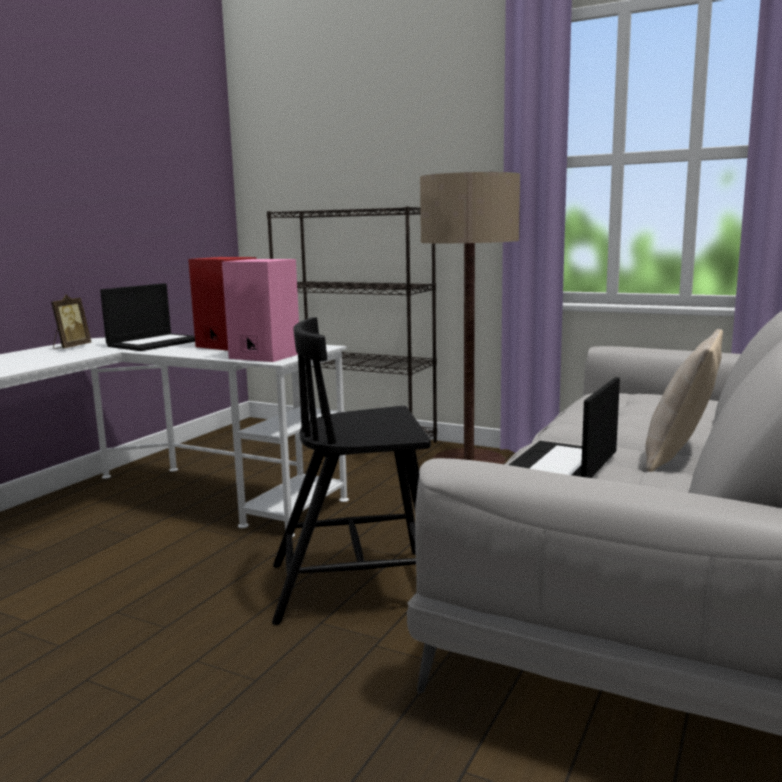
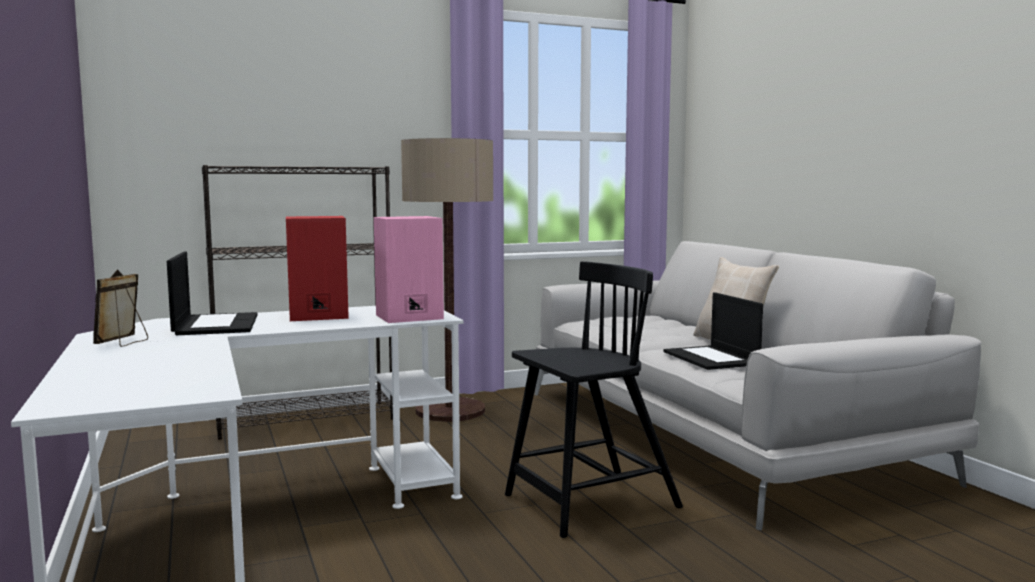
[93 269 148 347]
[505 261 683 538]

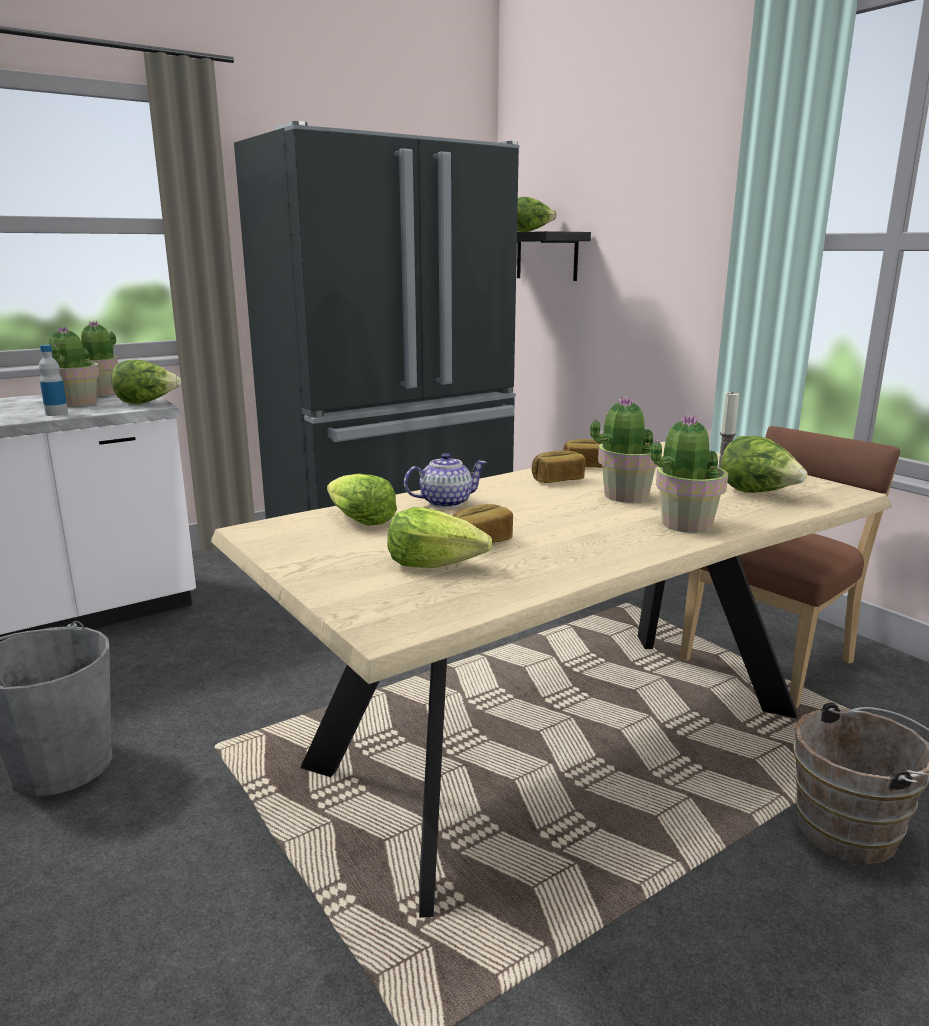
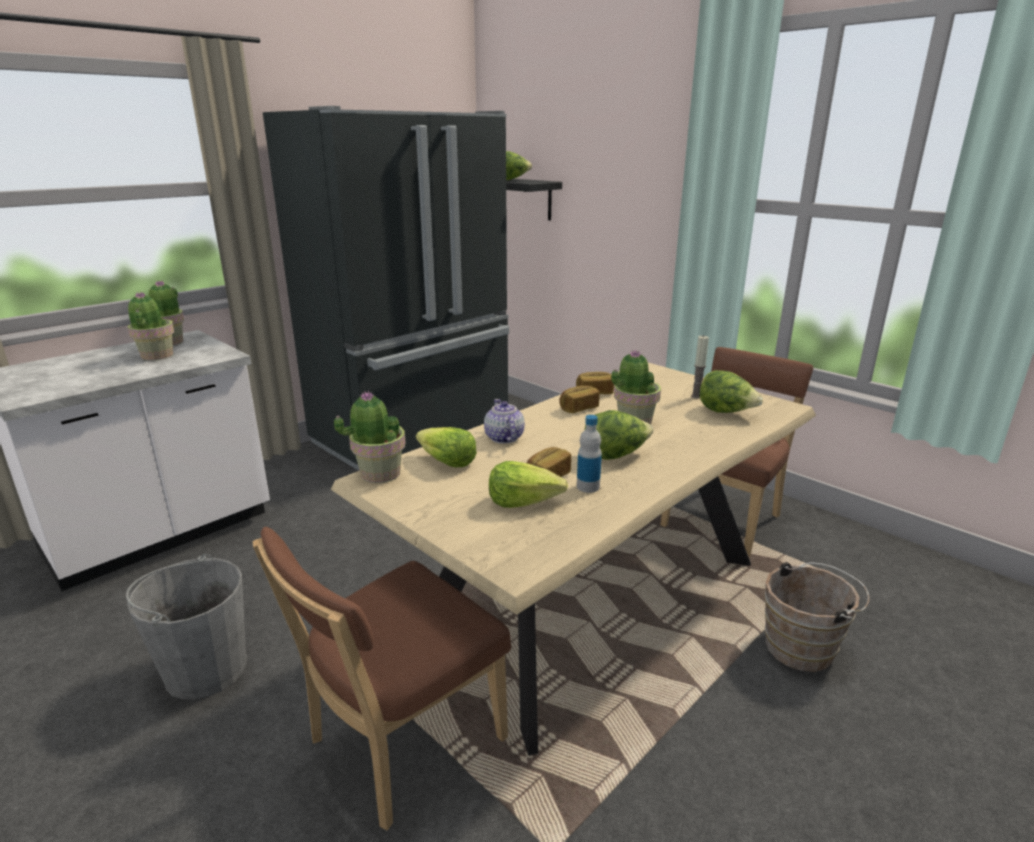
[253 527 511 830]
[334 391 405 483]
[484 399 525 444]
[577 415 602 493]
[585 410 654 460]

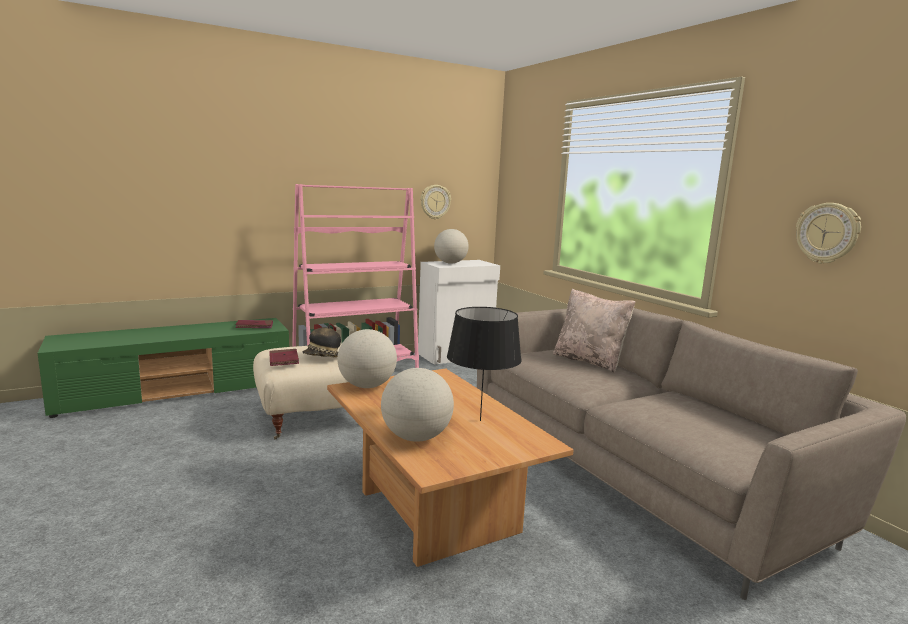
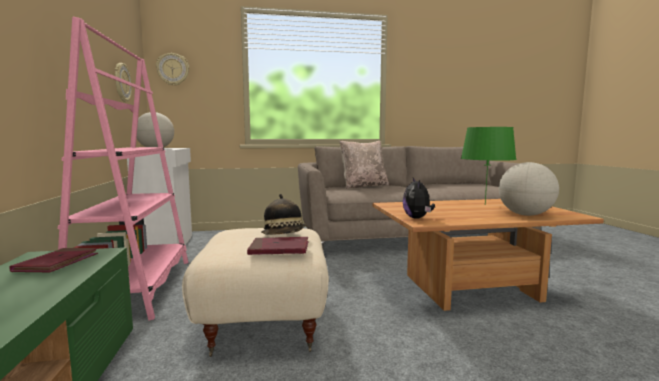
[156 53 189 86]
[403 178 435 218]
[461 127 517 205]

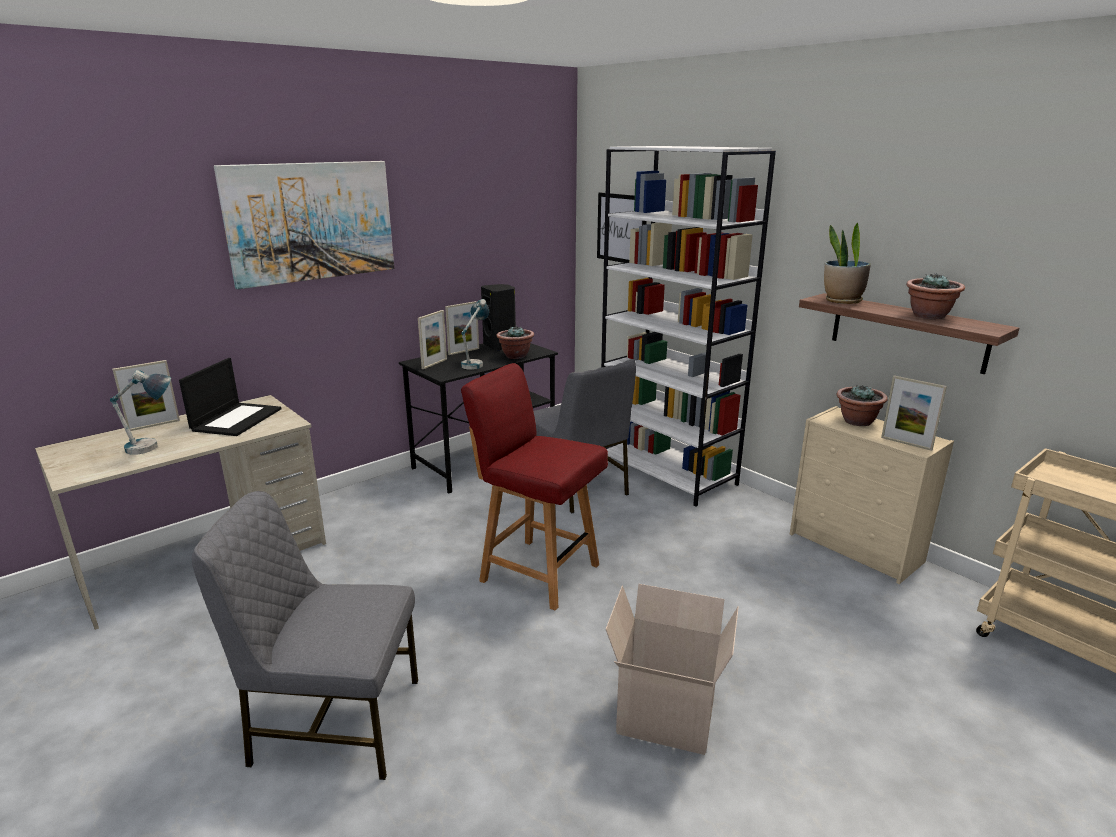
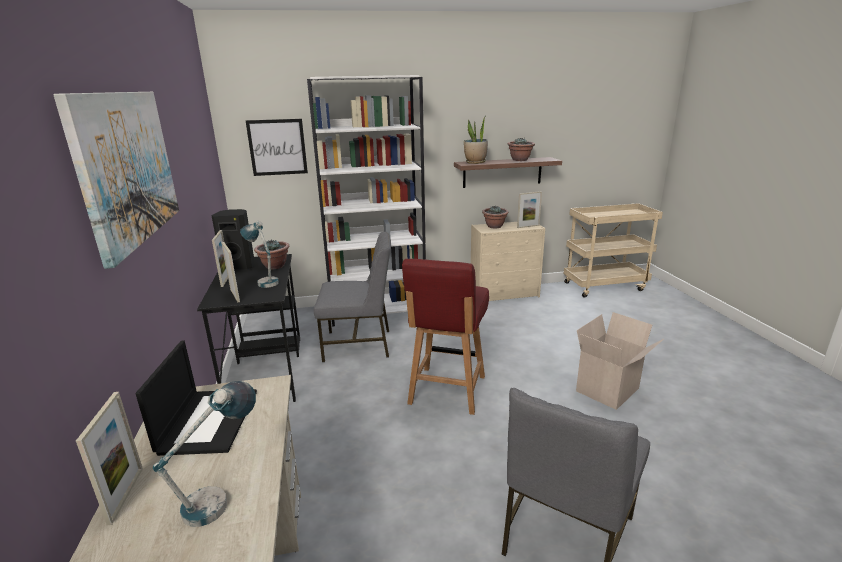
[136 340 257 456]
[402 259 489 415]

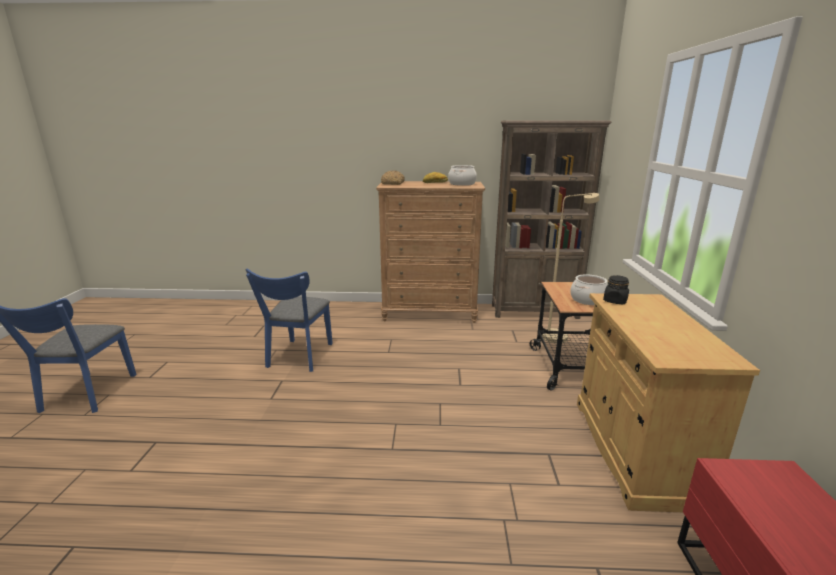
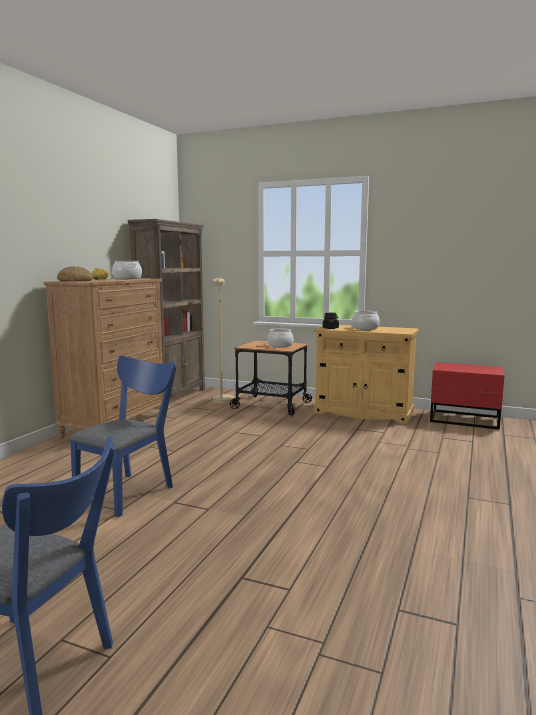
[69 356 176 517]
[352 311 380 330]

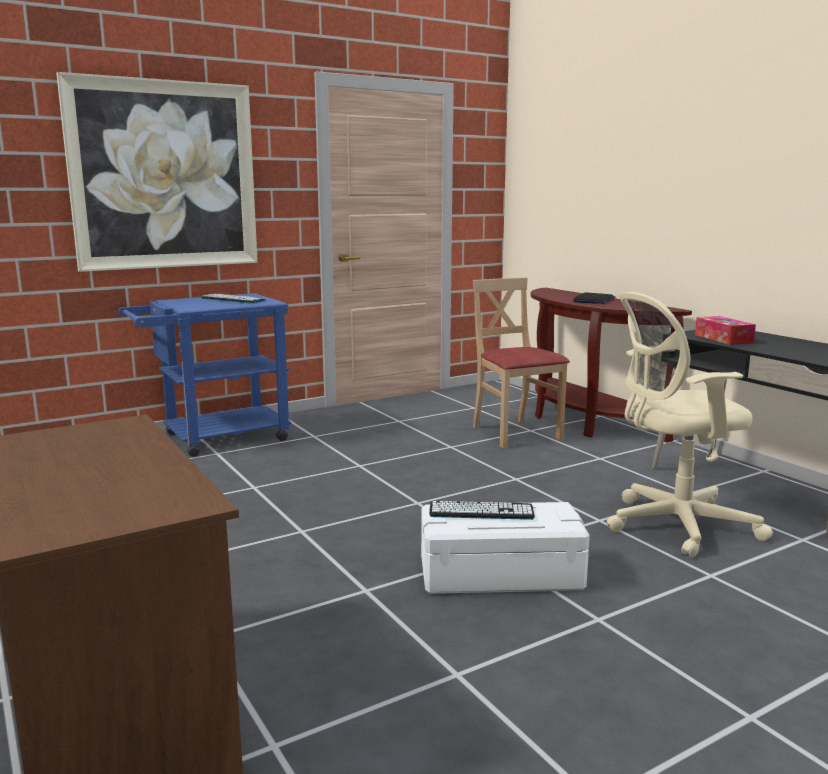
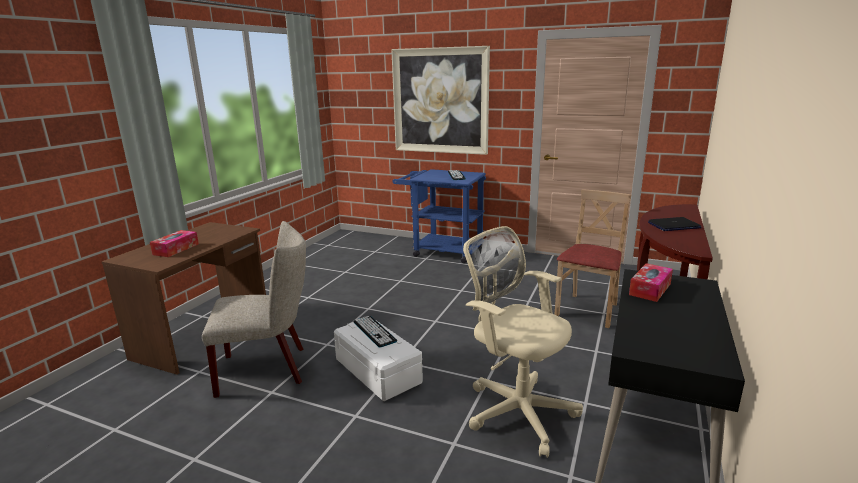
[150 230 199 257]
[202 221 306 398]

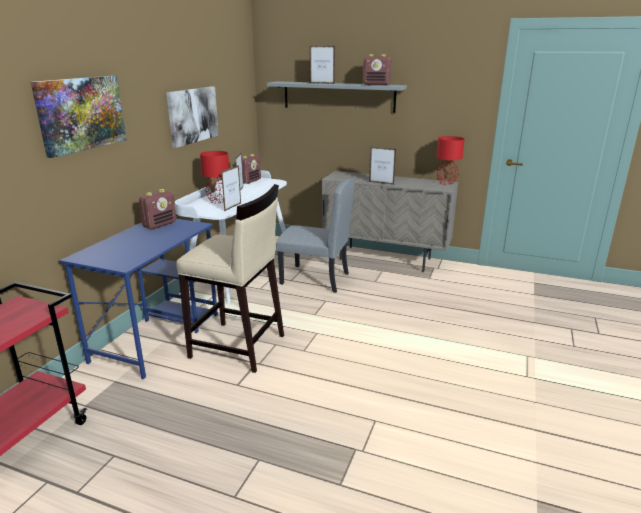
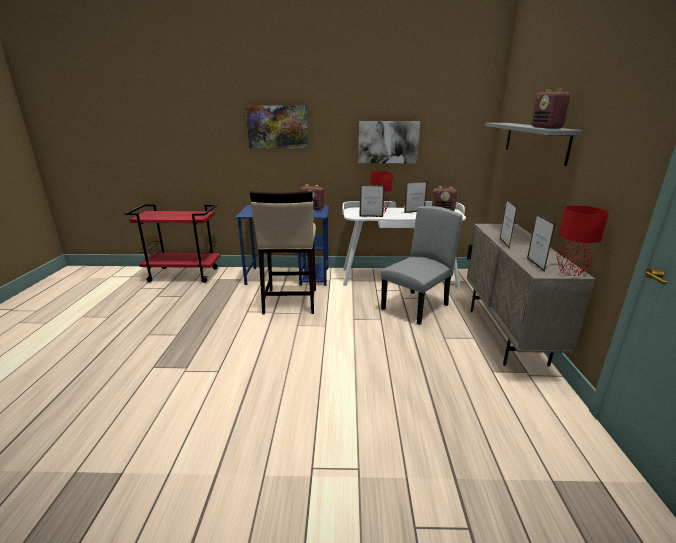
[381 206 463 325]
[527 213 555 272]

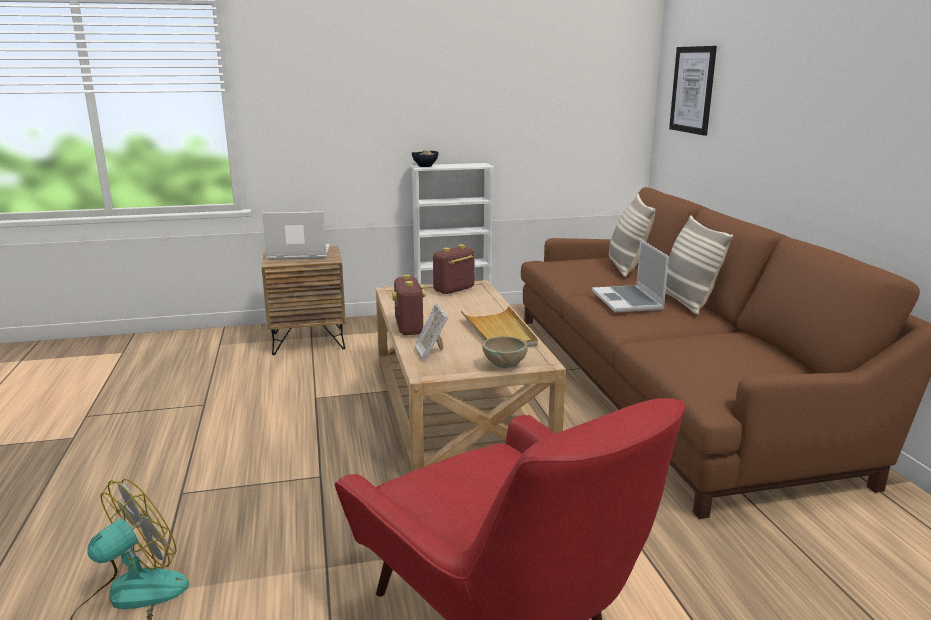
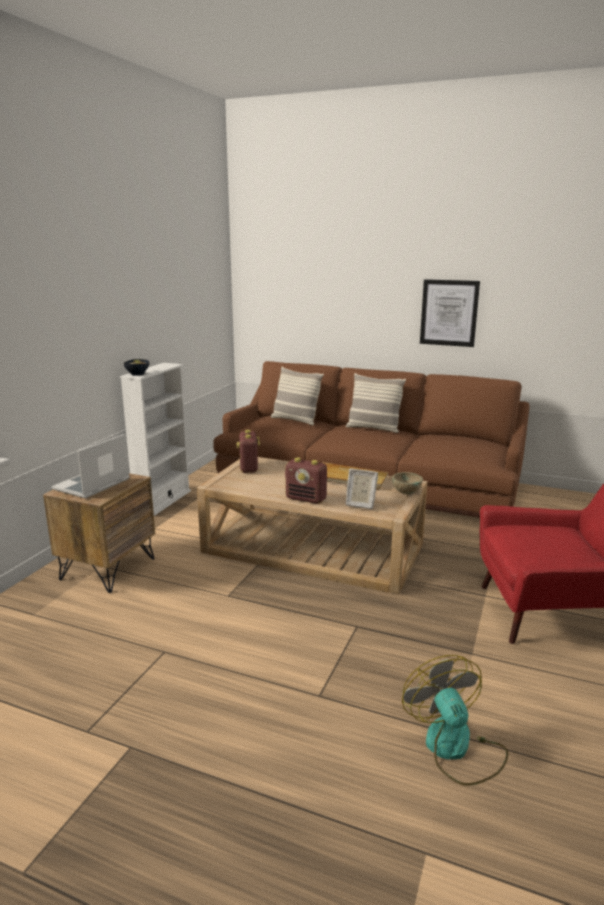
[420 279 480 347]
[592 239 669 312] (first image)

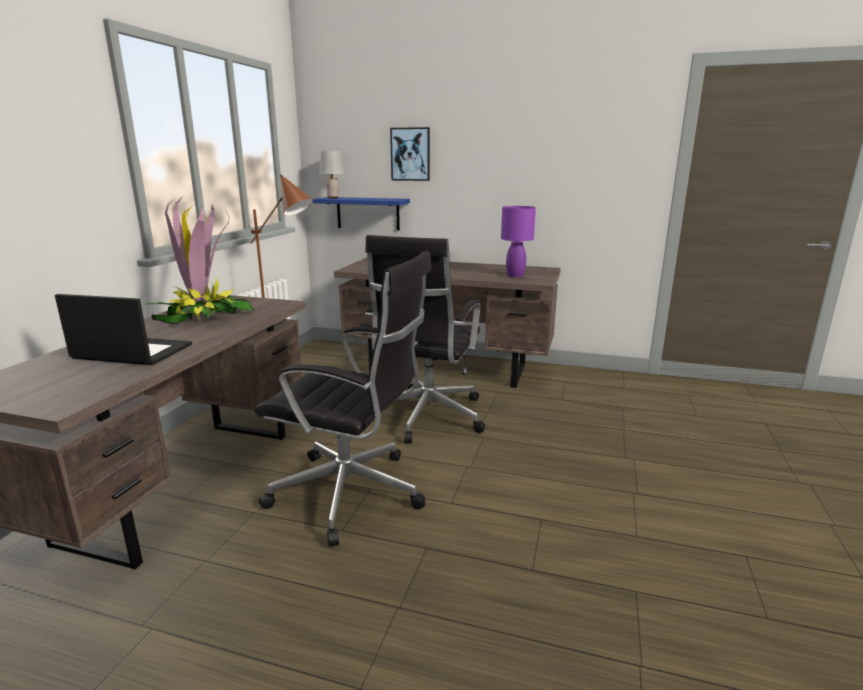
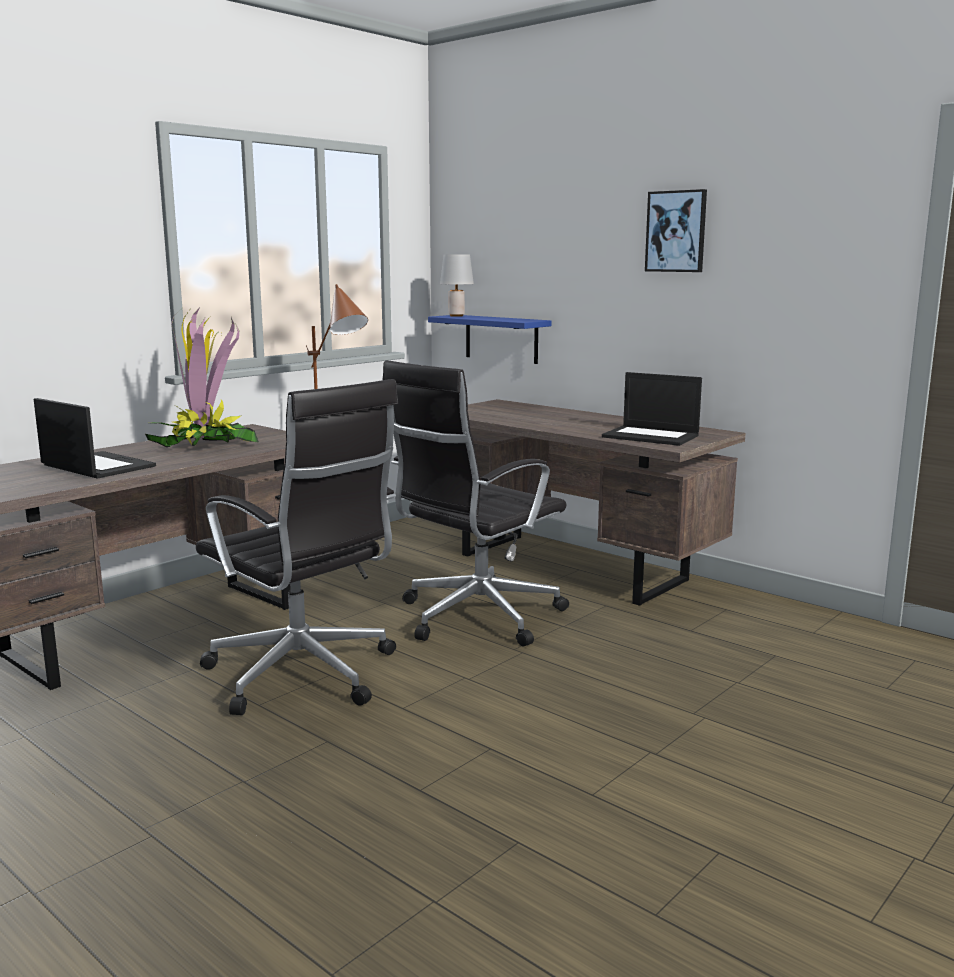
[602 372 702 446]
[645 189 707 272]

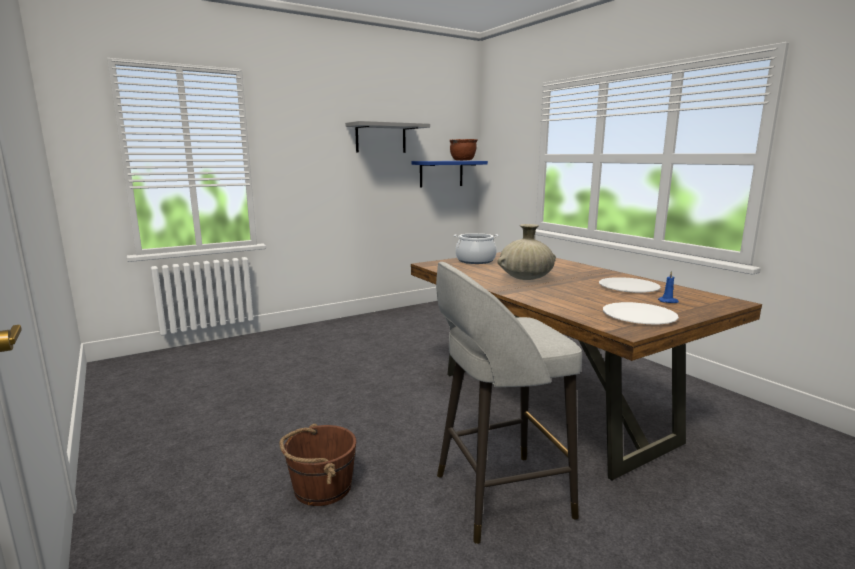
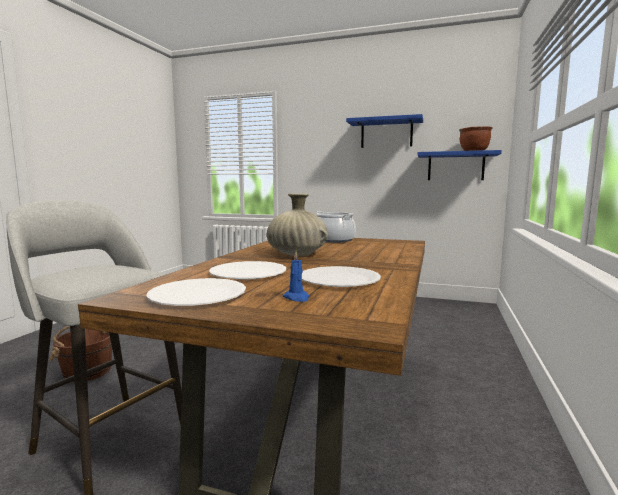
[209 261 286 280]
[346 114 423 148]

